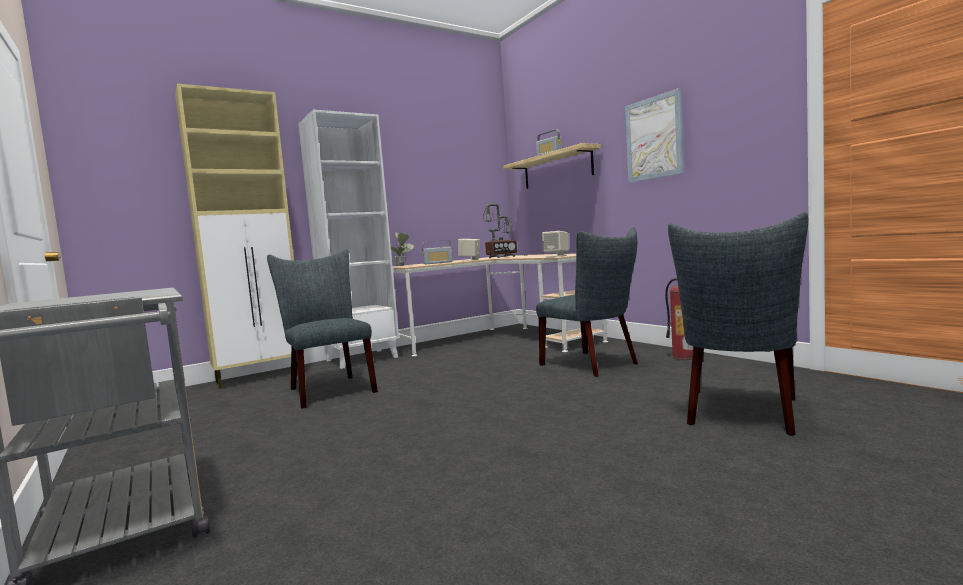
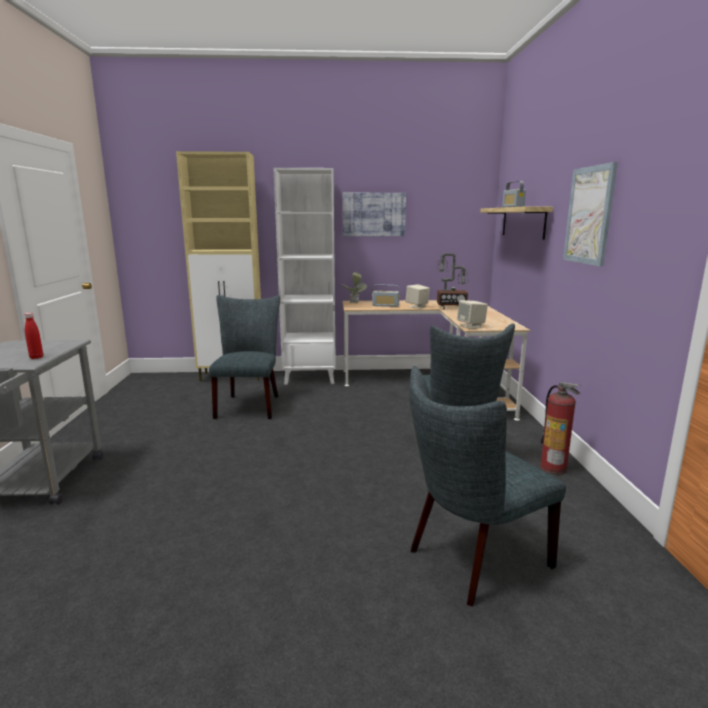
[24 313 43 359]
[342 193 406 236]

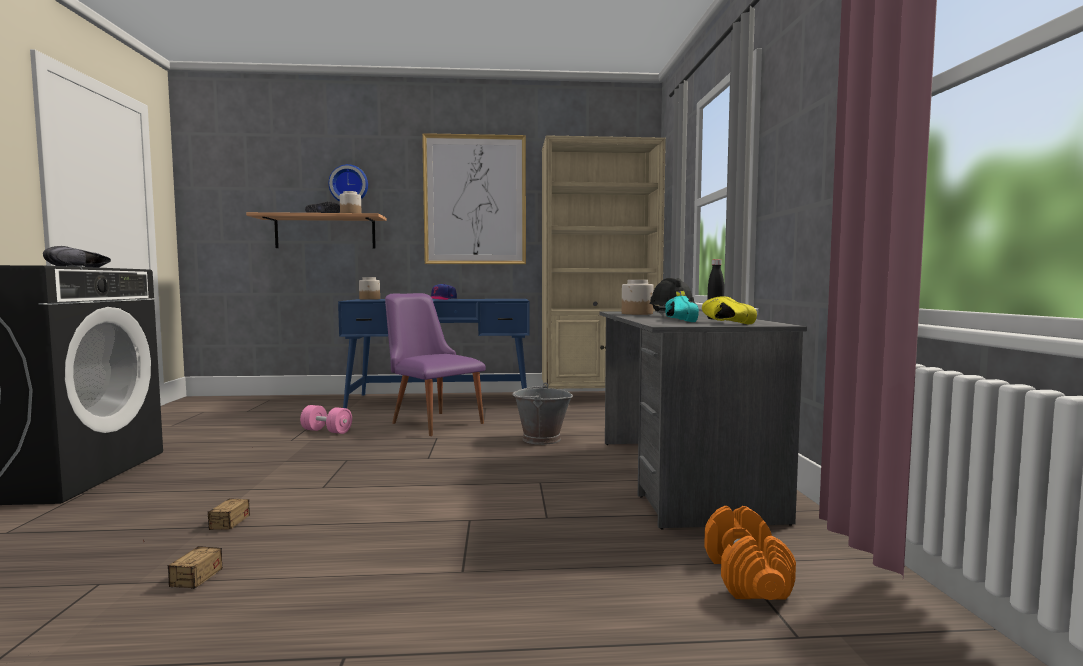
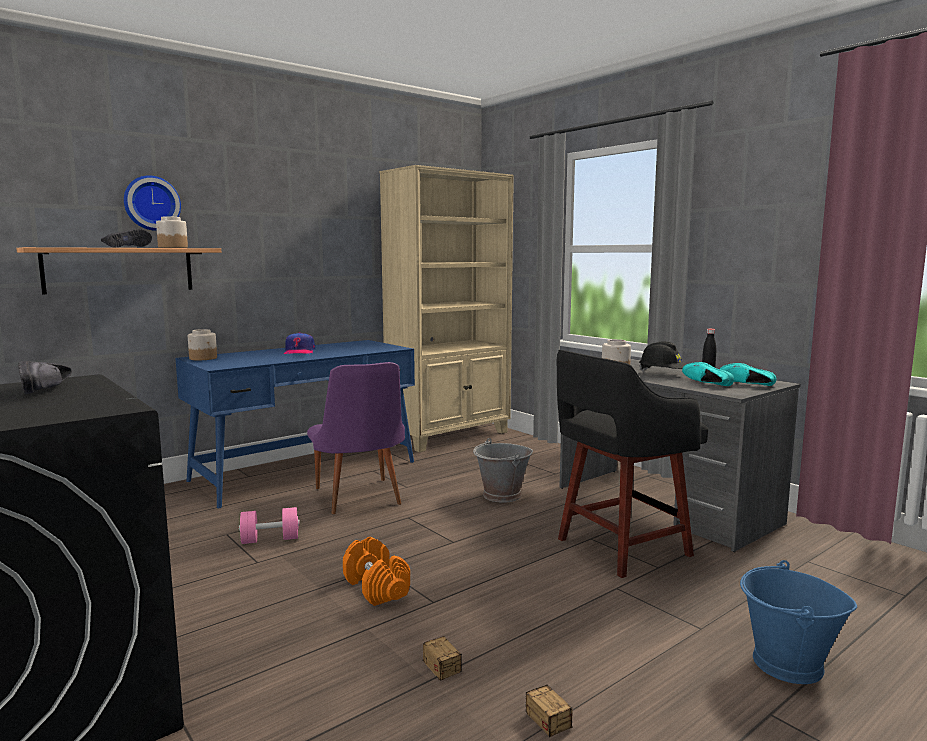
[307 362 405 514]
[343 537 410 606]
[557 350 708 578]
[720 363 777 386]
[740 560 857 684]
[422 133 526 264] (first image)

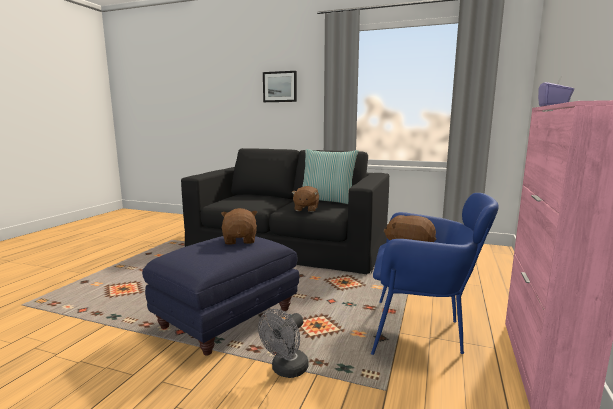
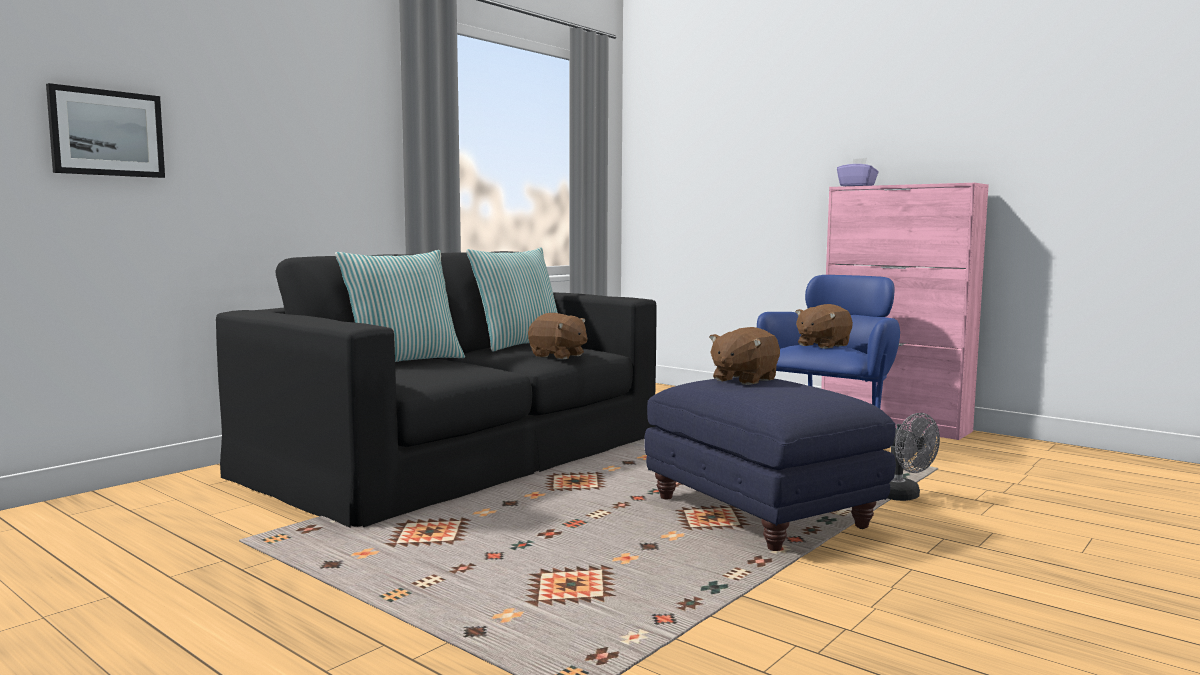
[46 83 165 178]
[335 250 465 362]
[709 327 780 385]

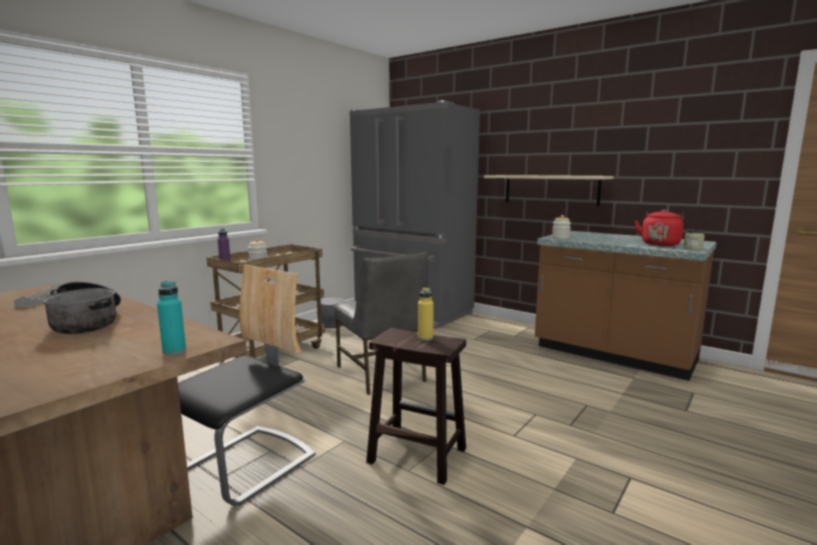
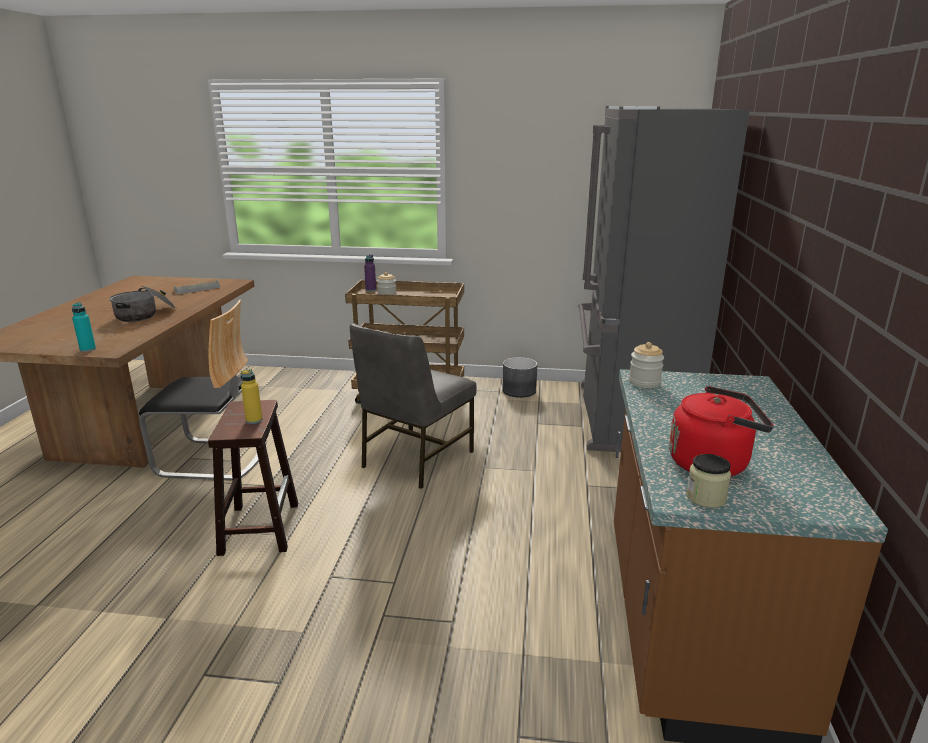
[484 175 614 206] (first image)

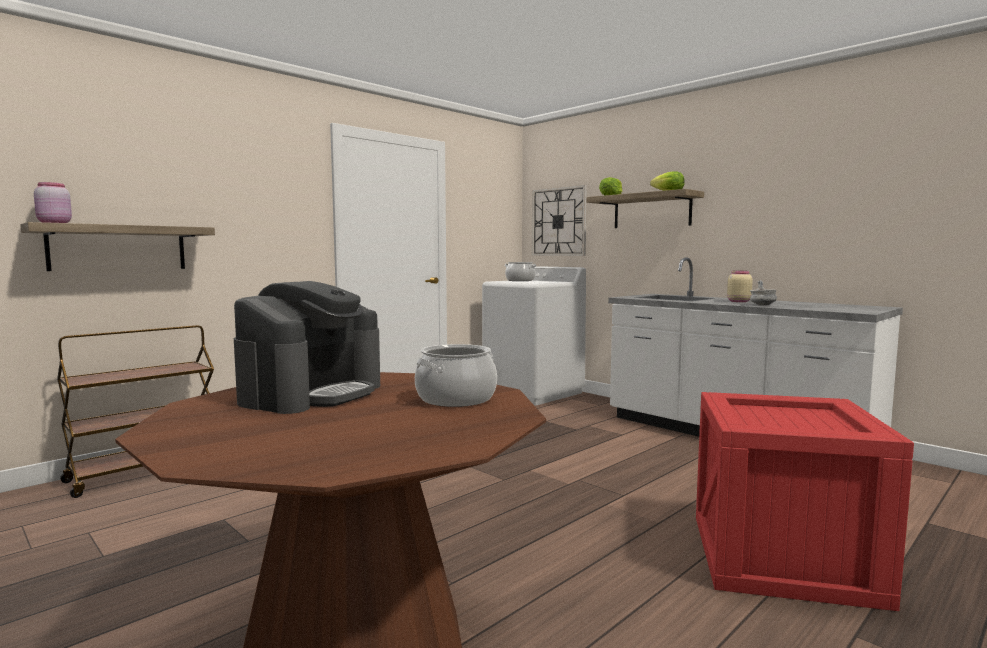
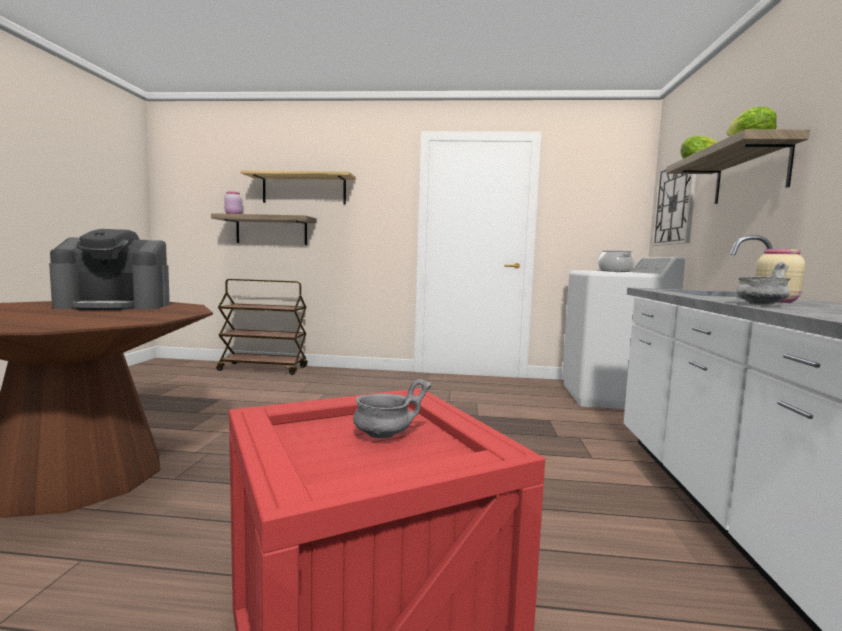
[240 170 356 204]
[353 379 431 438]
[415 344 497 407] (first image)

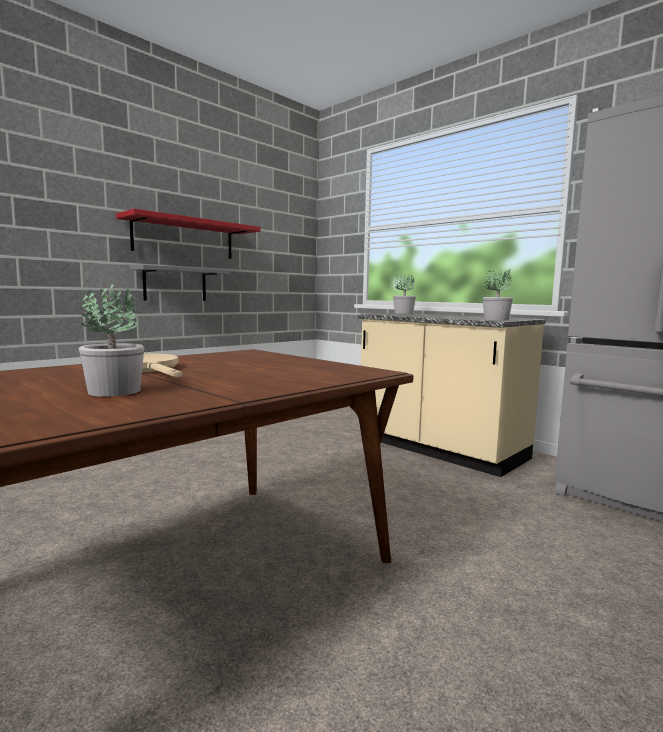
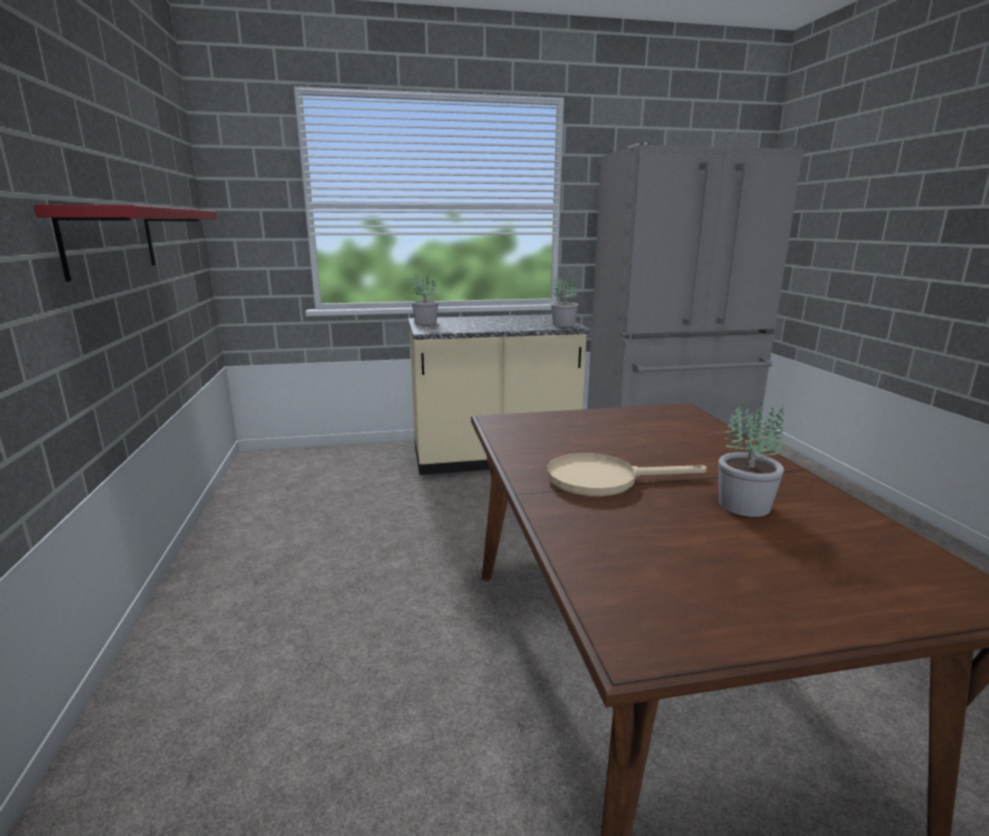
[130 265 230 301] (first image)

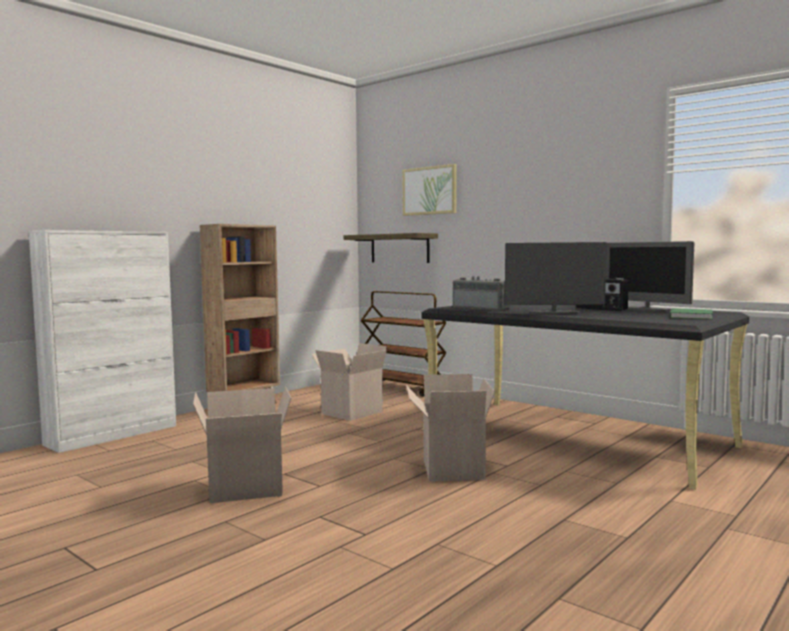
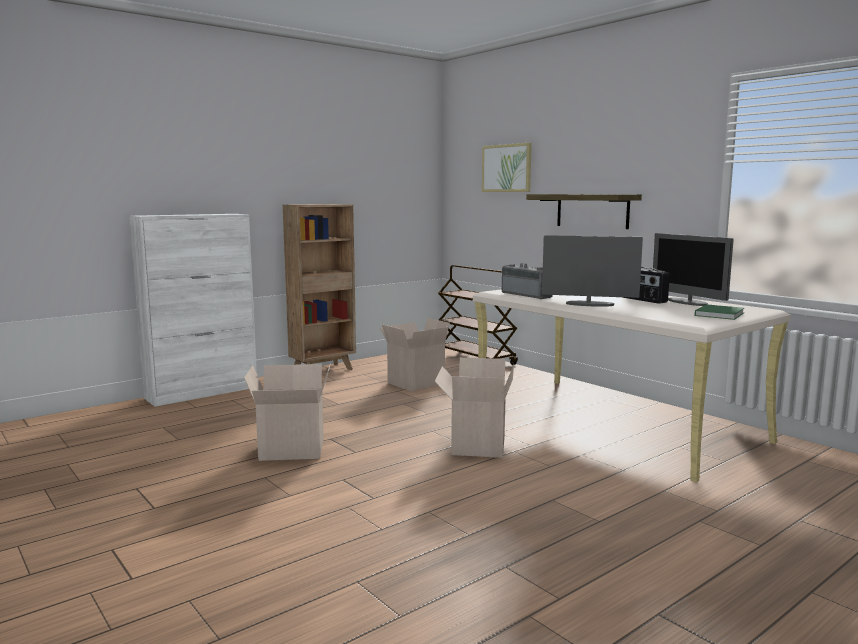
[473 289 791 482]
[526 194 642 229]

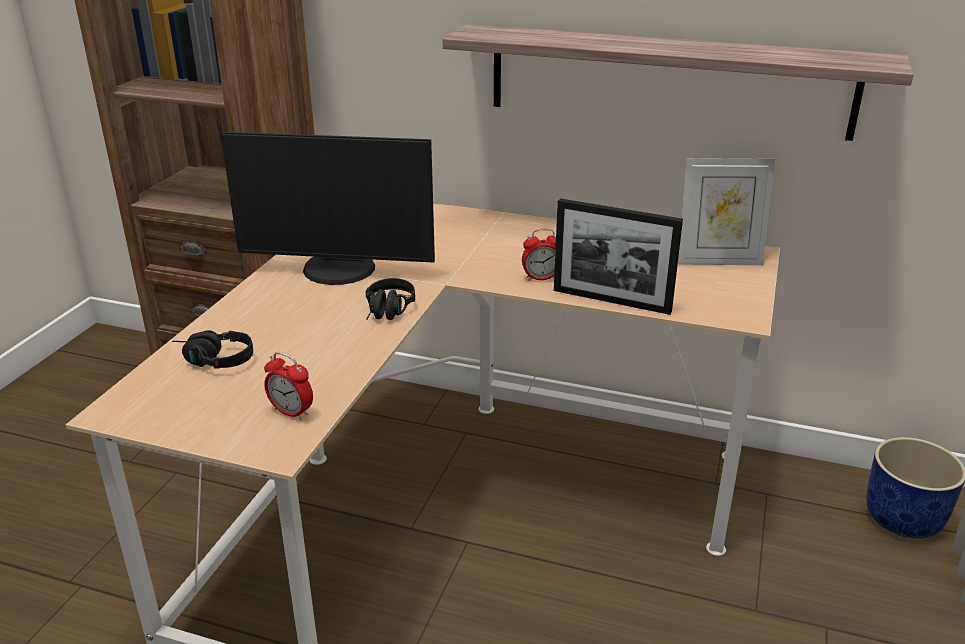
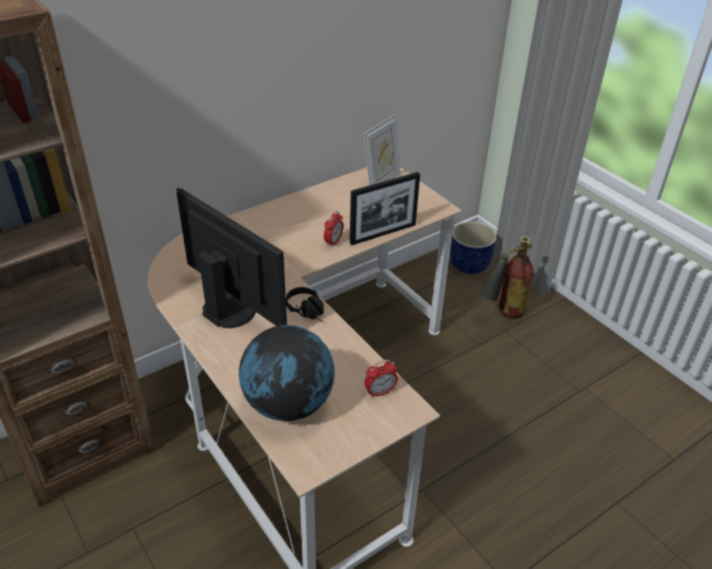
[176 188 287 328]
[239 325 335 421]
[479 235 534 319]
[443 24 914 141] (first image)

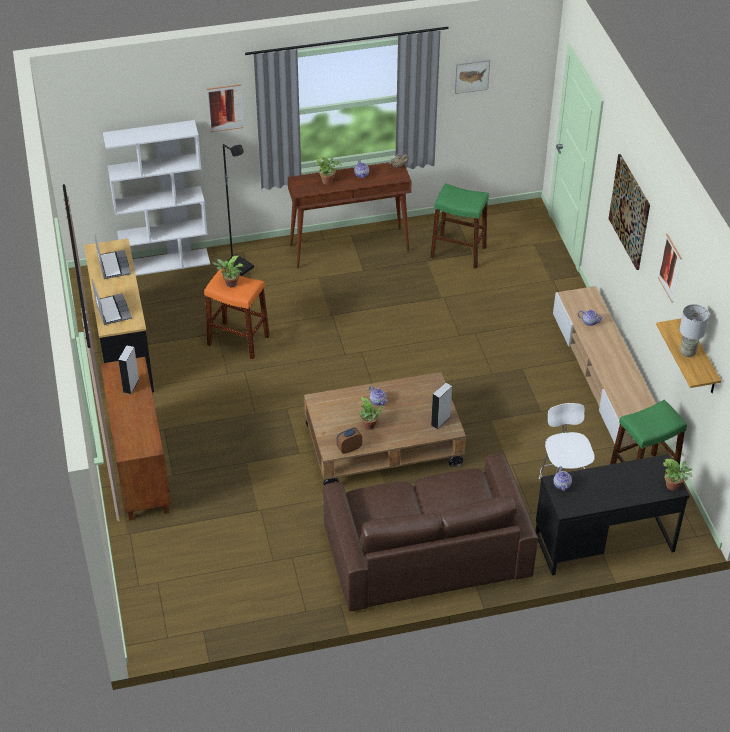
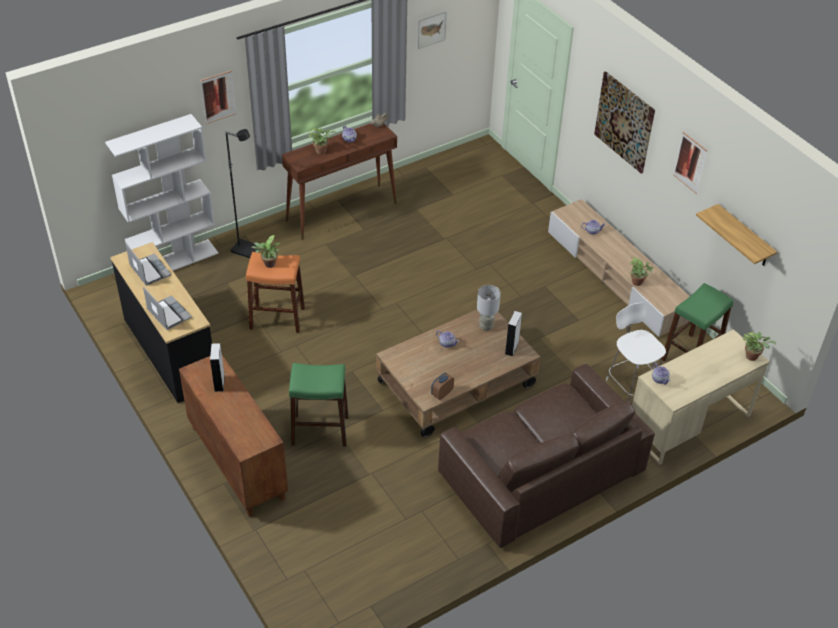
[289 363 349 447]
[477 285 501 331]
[630 258 653 286]
[632 329 770 464]

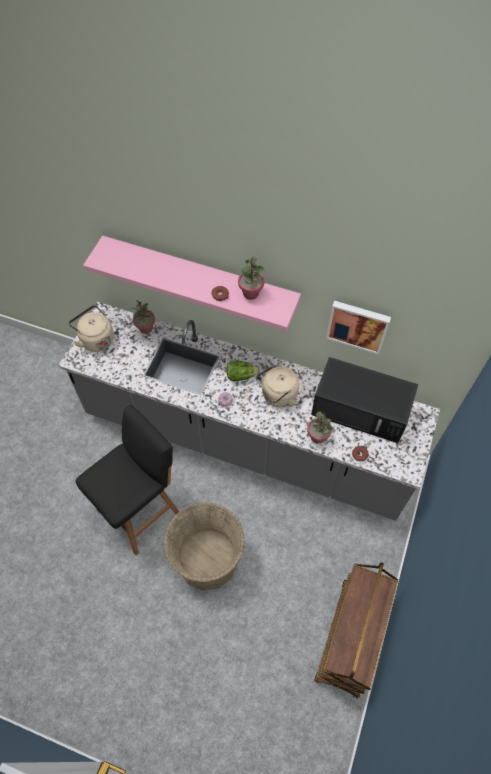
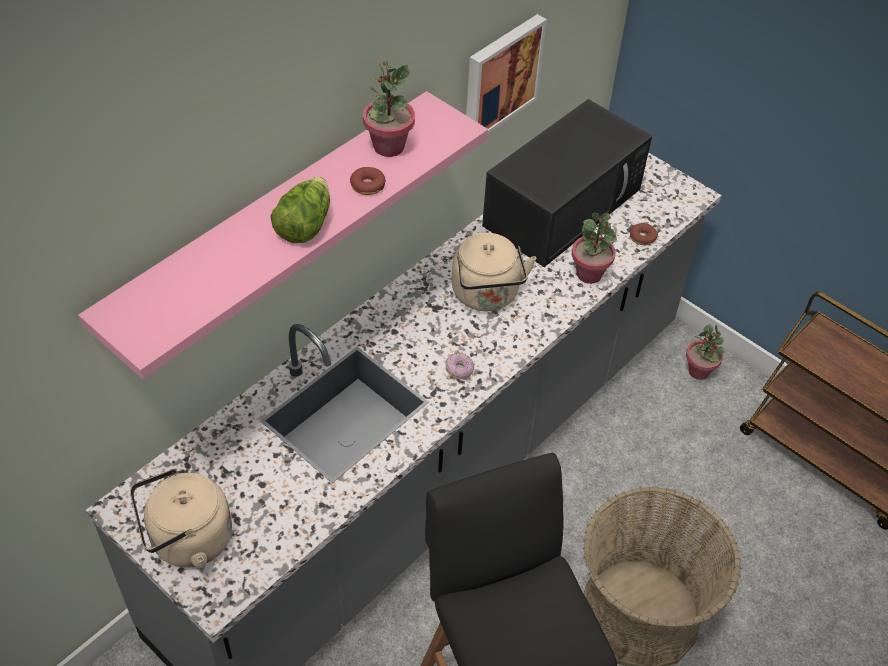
[271 176 330 244]
[686 324 725 380]

